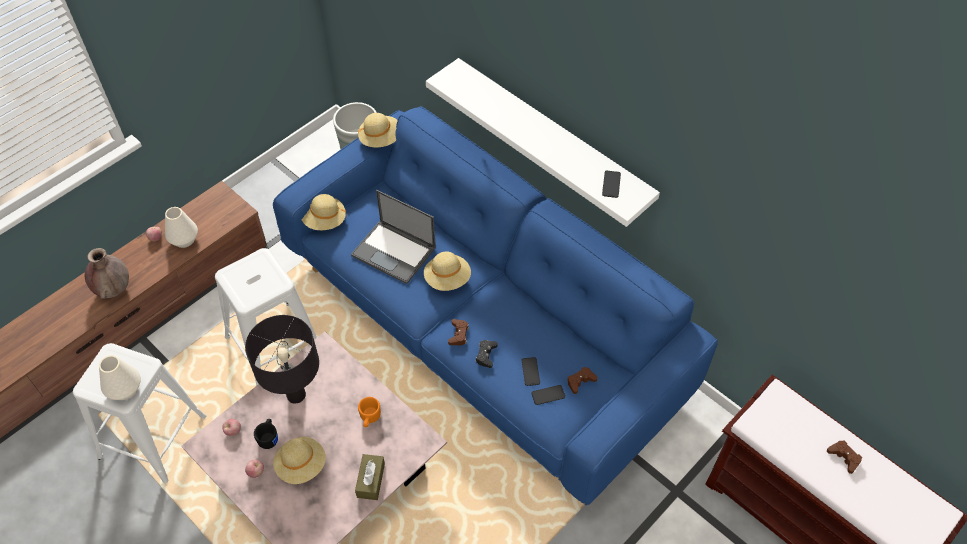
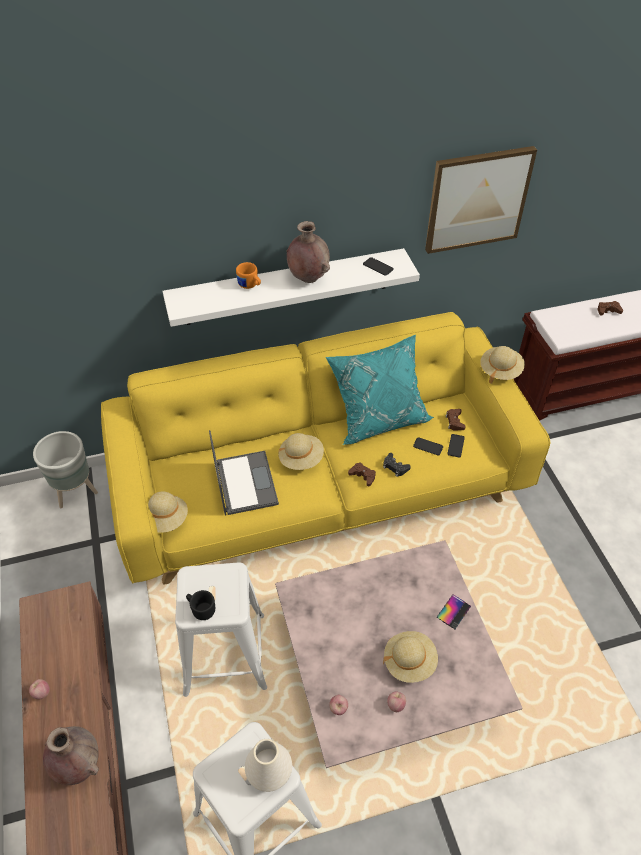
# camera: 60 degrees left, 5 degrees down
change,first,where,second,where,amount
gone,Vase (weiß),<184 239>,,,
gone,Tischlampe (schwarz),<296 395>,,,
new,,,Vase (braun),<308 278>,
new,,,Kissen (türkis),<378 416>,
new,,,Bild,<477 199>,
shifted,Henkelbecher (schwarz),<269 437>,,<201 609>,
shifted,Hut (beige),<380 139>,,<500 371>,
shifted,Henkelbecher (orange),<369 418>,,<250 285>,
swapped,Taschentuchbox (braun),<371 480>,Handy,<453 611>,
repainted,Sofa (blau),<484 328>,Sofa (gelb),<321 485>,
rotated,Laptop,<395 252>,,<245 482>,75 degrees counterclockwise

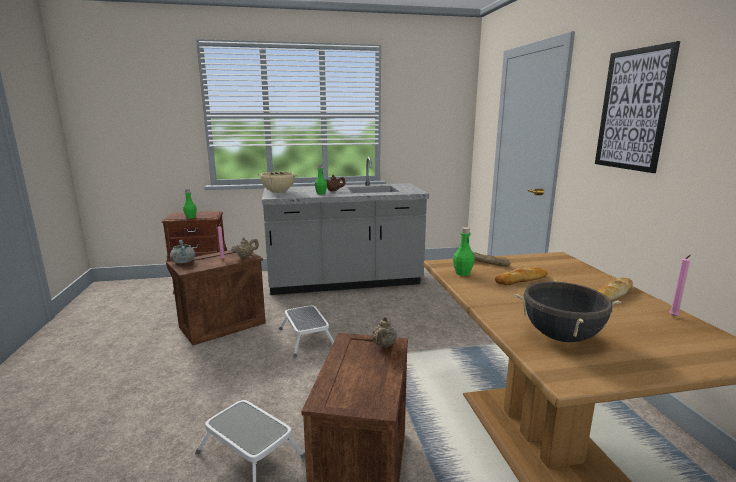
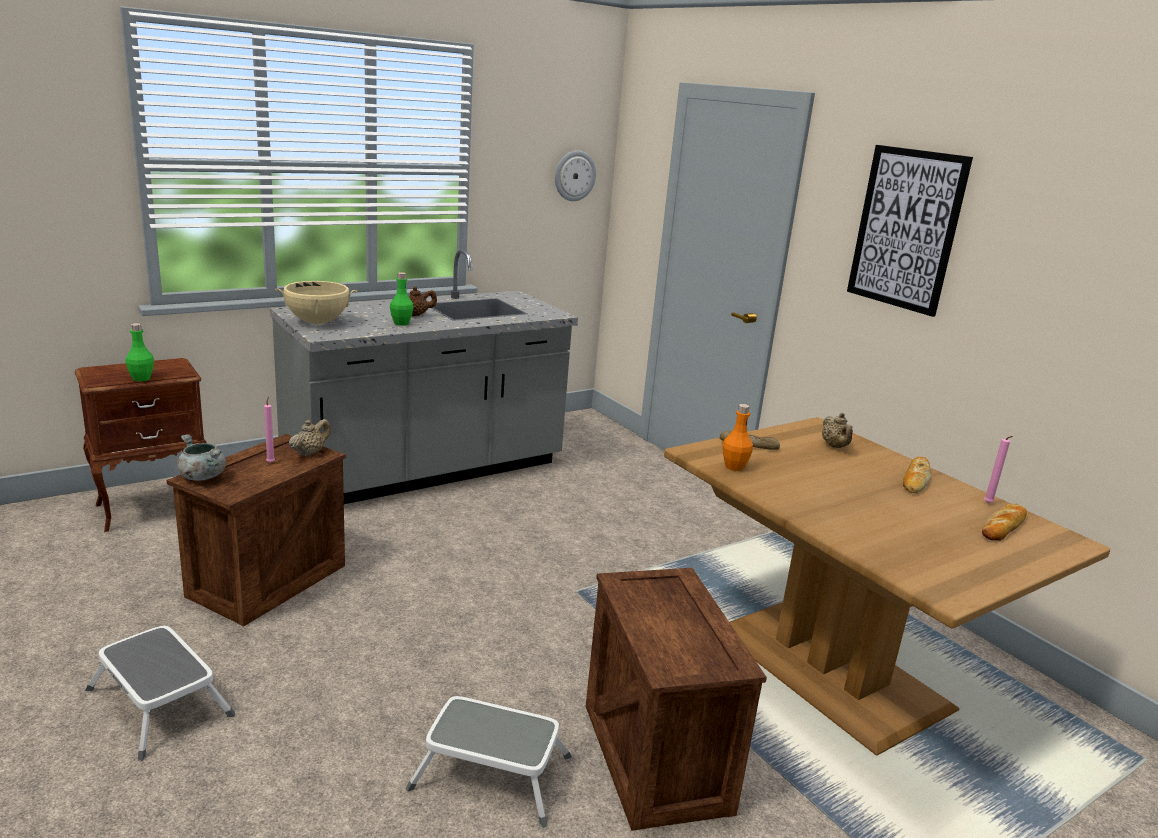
# camera: 25 degrees left, 5 degrees up
change,first,where,second,where,amount
gone,Kochtopf (schwarz),<561 337>,,,
new,,,Wanduhr,<574 175>,
shifted,Trittleiter (grau),<306 338>,,<158 703>,
shifted,Teekanne (beige),<384 345>,,<835 446>,
shifted,Brot,<521 279>,,<1003 526>,
repainted,Flasche (grün),<462 273>,Flasche (orange),<734 467>,

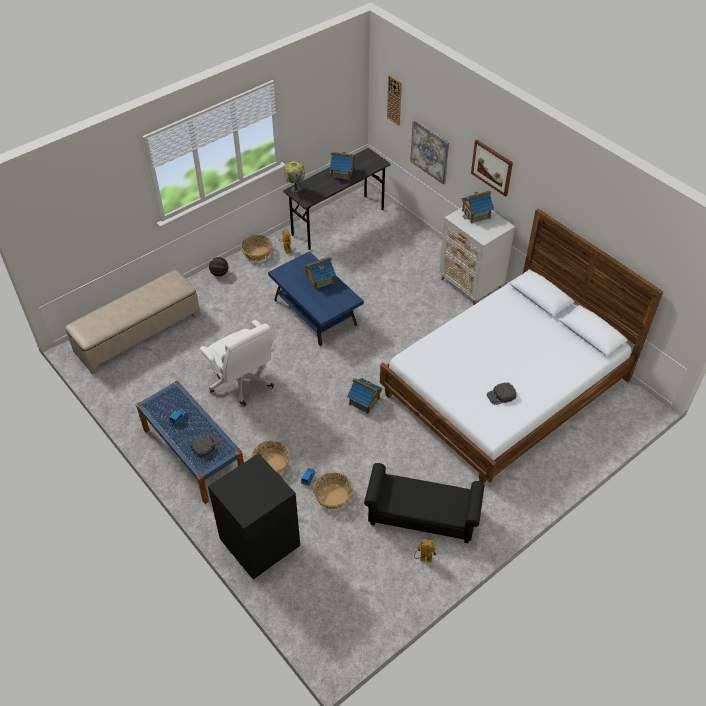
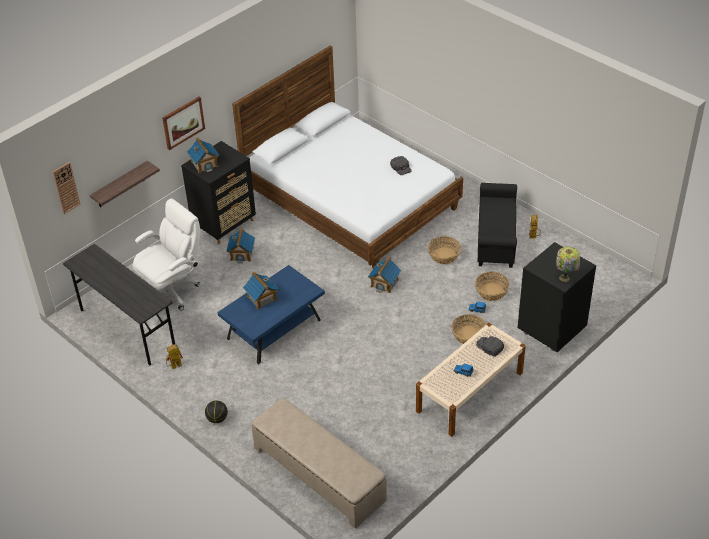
# camera: 95 degrees left, 5 degrees down
change,first,where,second,where,amount
shifted,Bürostuhl (weiß),<243 384>,,<172 290>,
shifted,Korb,<257 253>,,<443 256>,
shifted,Tischlampe,<295 189>,,<565 278>,
shifted,Spielzeughaus,<342 173>,,<242 254>,
swapped,Bild,<430 151>,Wandregal,<120 185>,
repainted,Bank (blau),<193 453>,Bank (beige),<470 392>,
repainted,Kommode (weiß),<471 284>,Kommode (schwarz),<224 223>,

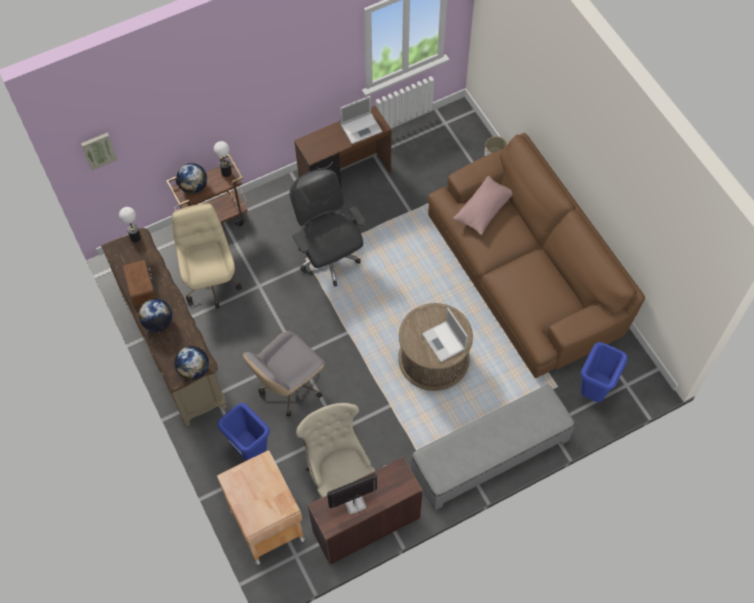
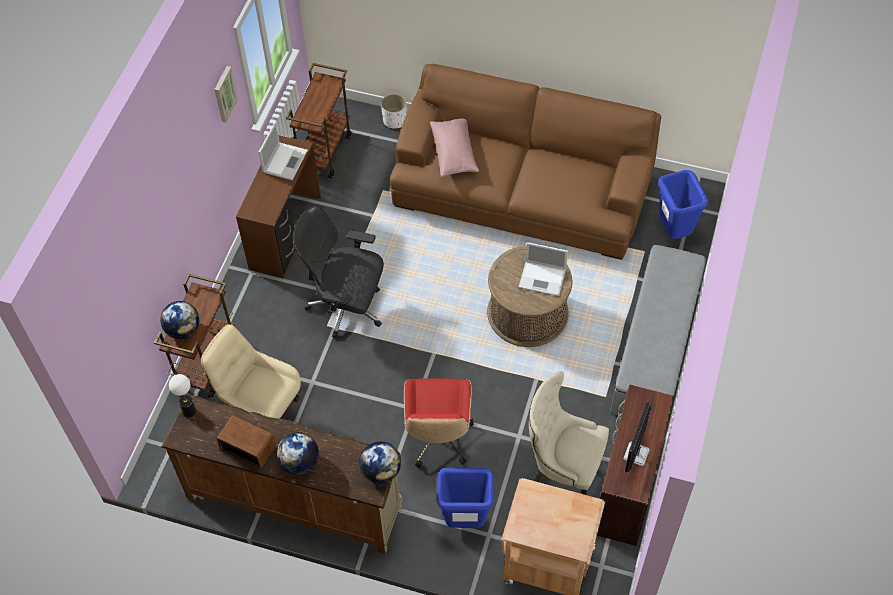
# camera: 45 degrees left, 5 degrees down
change,first,where,second,where,amount
gone,Tischlampe,<226 172>,,,
new,,,Rollwagen (braun),<325 151>,
shifted,Bild,<98 150>,,<224 94>,
repainted,Bürostuhl (grau),<289 388>,Bürostuhl (rot),<438 440>,

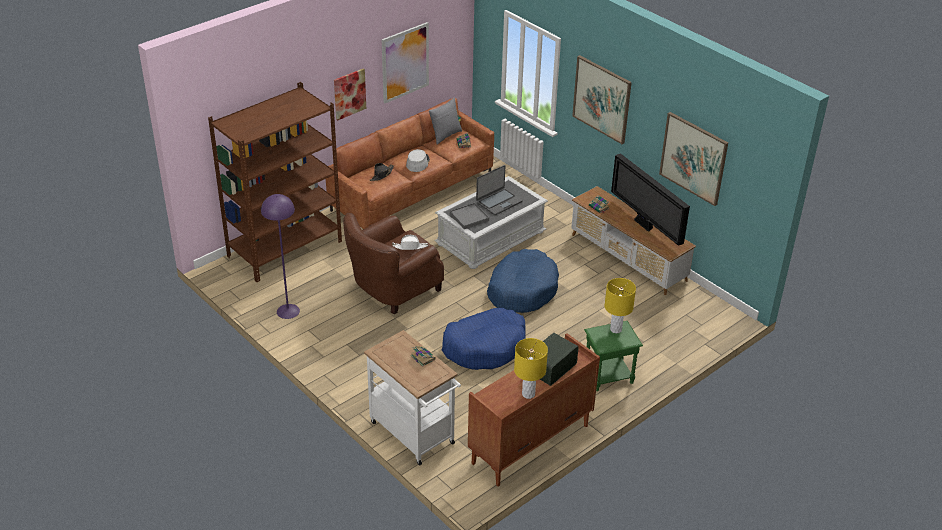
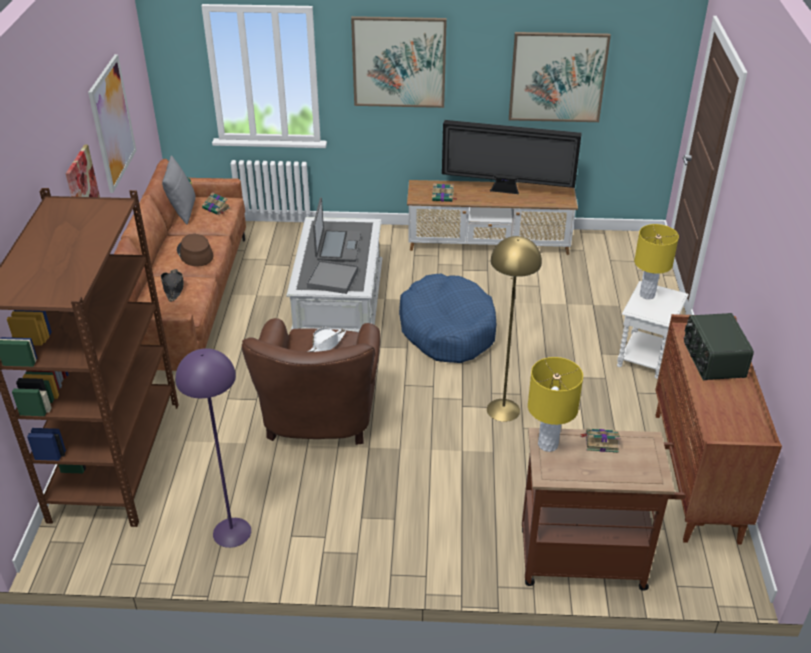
# camera: 45 degrees left, 0 degrees up
change,first,where,second,where,amount
shifted,Tischlampe (gelb),<528 394>,,<548 444>,
swapped,Hundebett (blau),<485 347>,Stehlampe (gelb),<503 410>,
repainted,Rollwagen (weiß),<414 434>,Rollwagen (braun),<586 560>,
repainted,Hut (grau),<417 163>,Hut (braun),<194 253>,
repainted,Beistelltisch (grün),<608 375>,Beistelltisch (weiß),<643 356>,

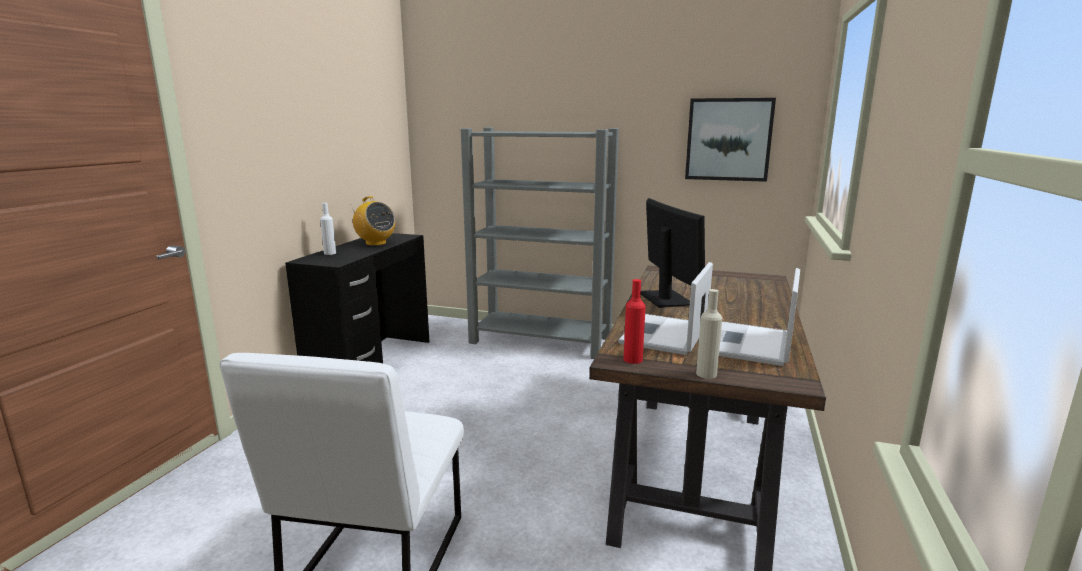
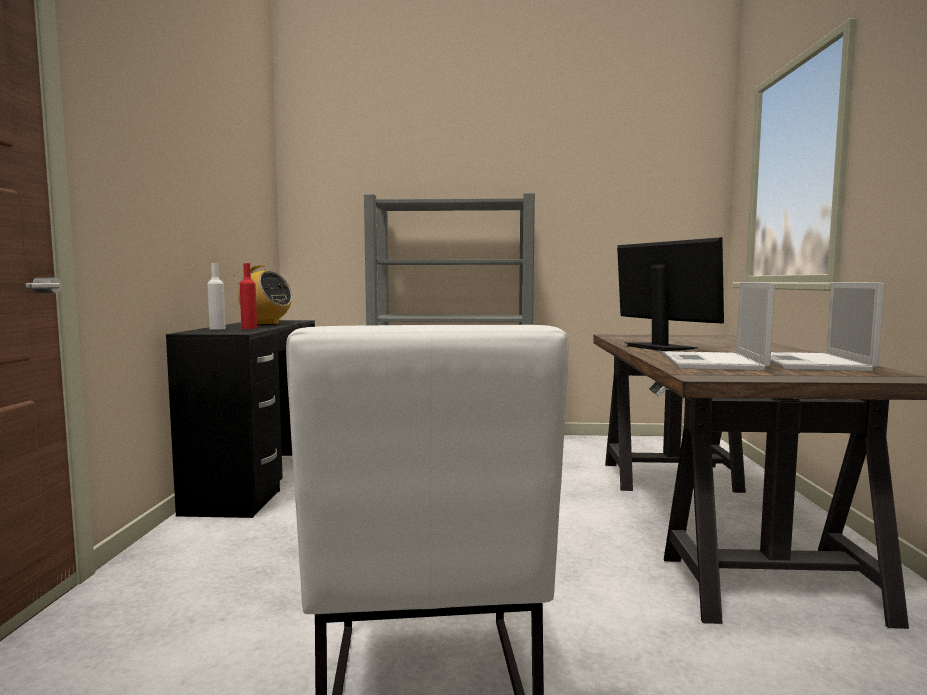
# camera: 15 degrees left, 10 degrees down
change,first,where,second,where,amount
gone,Bild,<728 139>,,,
gone,Flasche (beige),<706 374>,,,
shifted,Flasche (rot),<633 359>,,<249 328>,

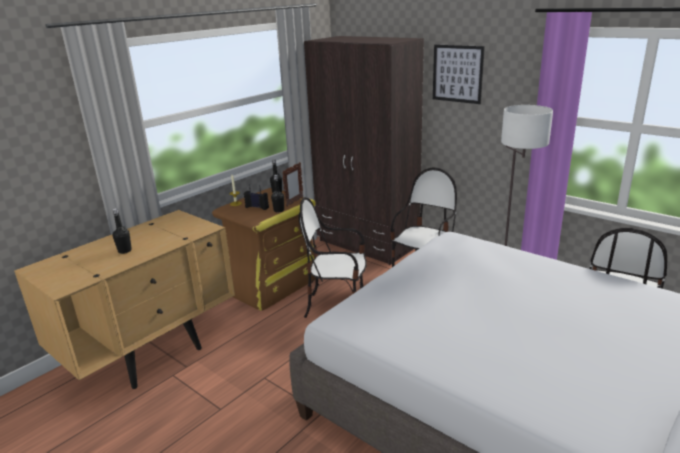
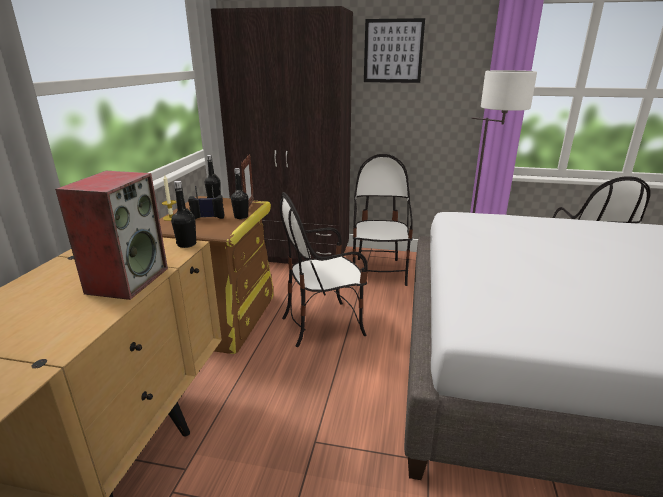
# camera: 30 degrees left, 0 degrees up
change,first,where,second,where,amount
new,,,Lautsprecher,<127 280>,
shifted,Flasche (schwarz),<125 251>,,<187 244>,

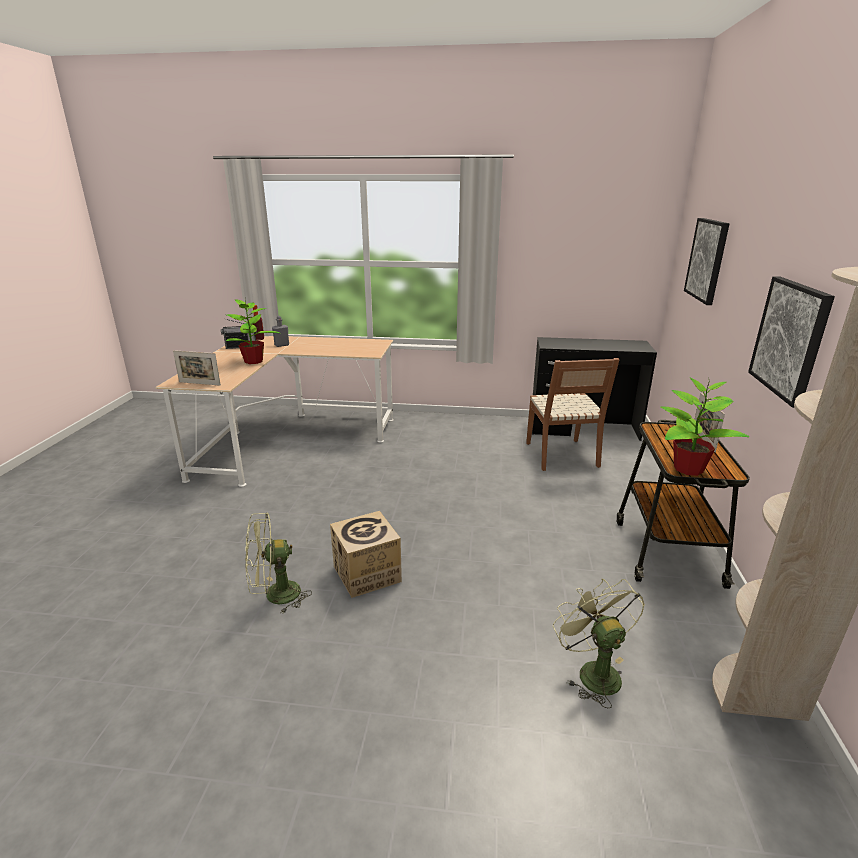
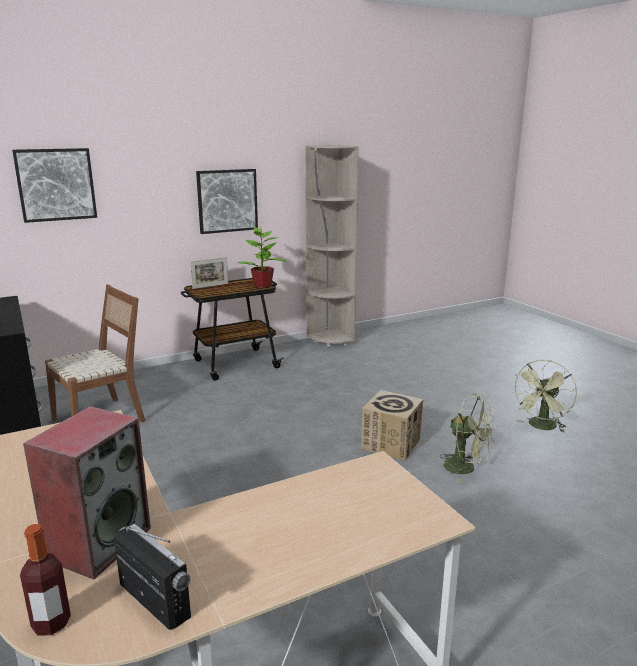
# camera: 125 degrees left, 5 degrees down
change,first,where,second,where,amount
gone,Bilderrahmen,<199 383>,,,
gone,Topfpflanze,<254 361>,,,
shifted,Ventilator (grün),<593 671>,,<541 427>,
swapped,Flasche (grau),<282 345>,Lautsprecher,<99 542>,

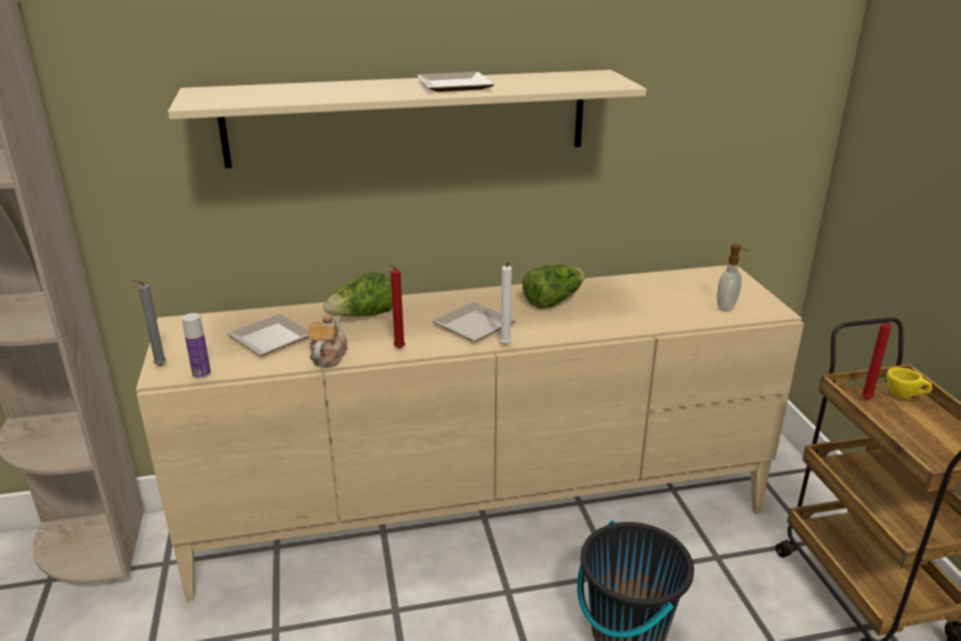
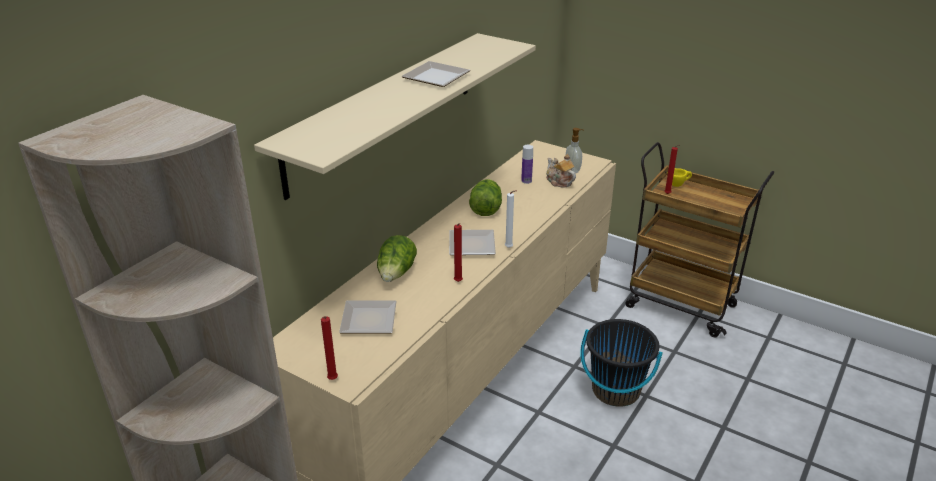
# camera: 45 degrees left, 5 degrees up
change,first,where,second,where,amount
shifted,Flasche,<201 373>,,<526 181>,
shifted,Teekanne,<328 356>,,<559 182>,
repainted,Kerze (grau),<158 366>,Kerze (rot),<332 380>,

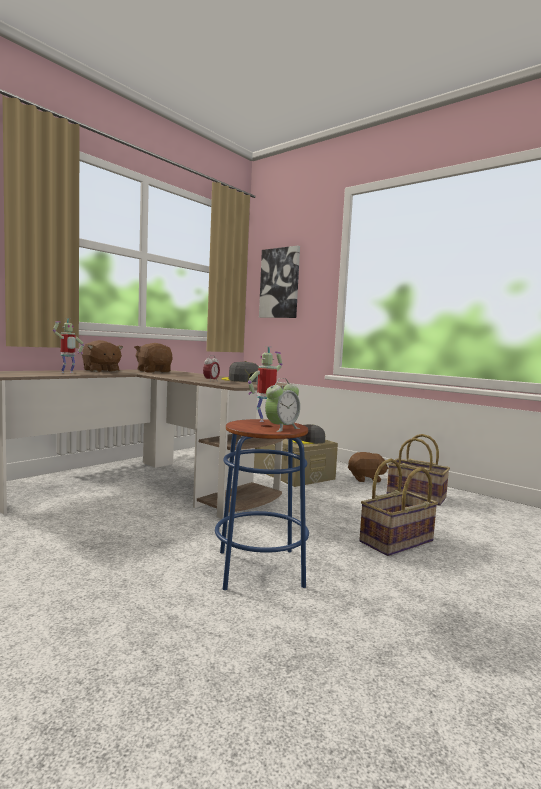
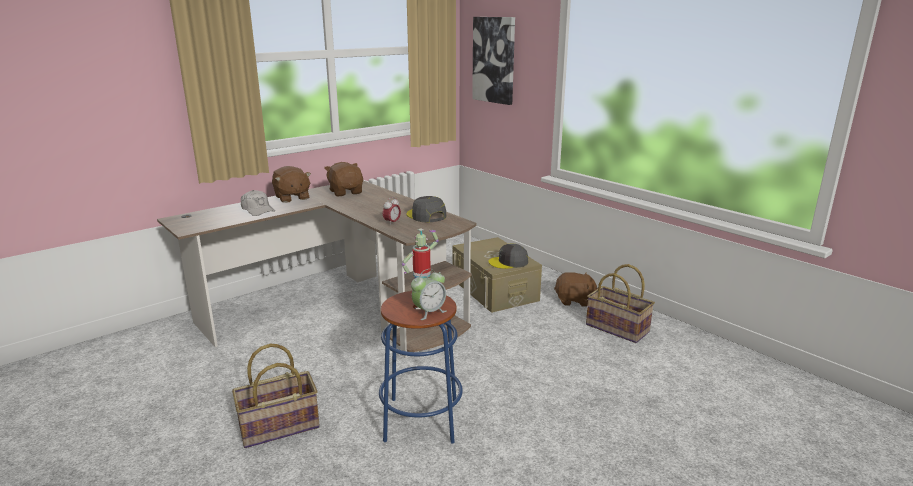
# camera: 10 degrees right, 15 degrees up
change,first,where,second,where,amount
shifted,Korb,<397 542>,,<279 427>,
swapped,Spielzeugroboter,<67 373>,Kappe (weiß),<257 210>,

